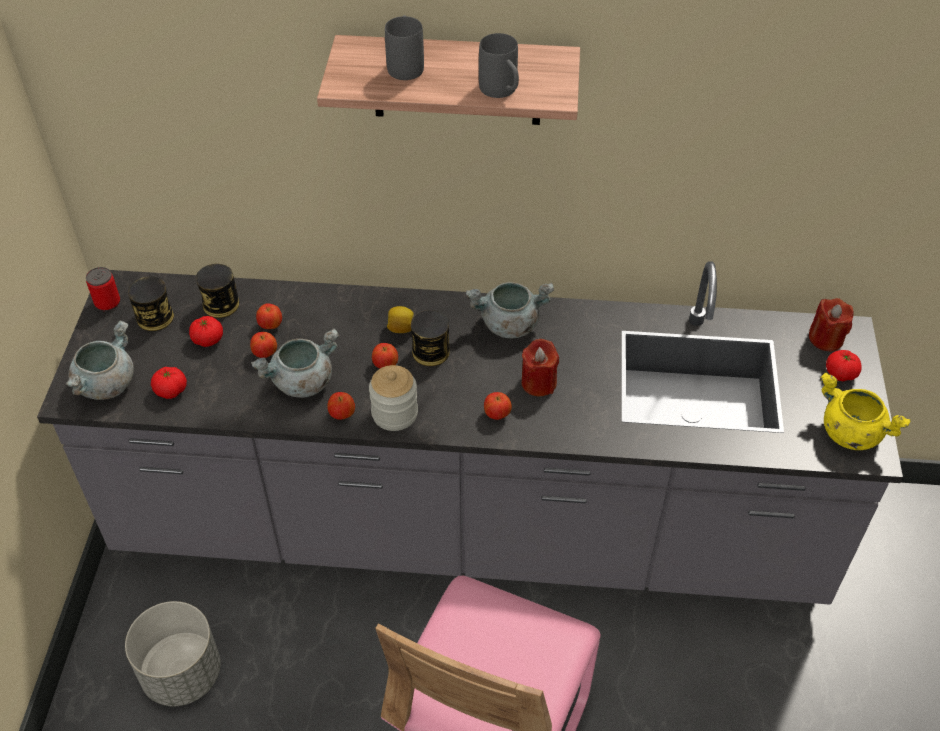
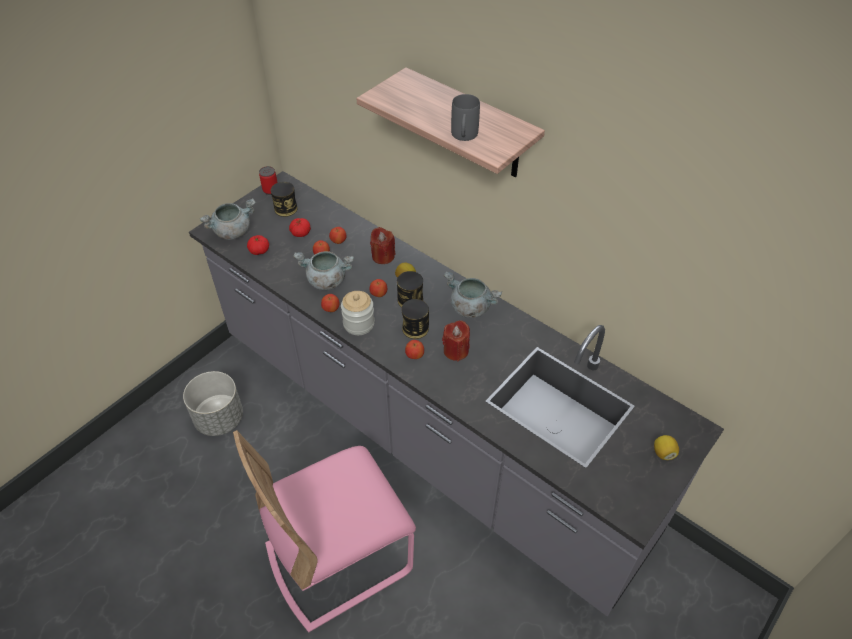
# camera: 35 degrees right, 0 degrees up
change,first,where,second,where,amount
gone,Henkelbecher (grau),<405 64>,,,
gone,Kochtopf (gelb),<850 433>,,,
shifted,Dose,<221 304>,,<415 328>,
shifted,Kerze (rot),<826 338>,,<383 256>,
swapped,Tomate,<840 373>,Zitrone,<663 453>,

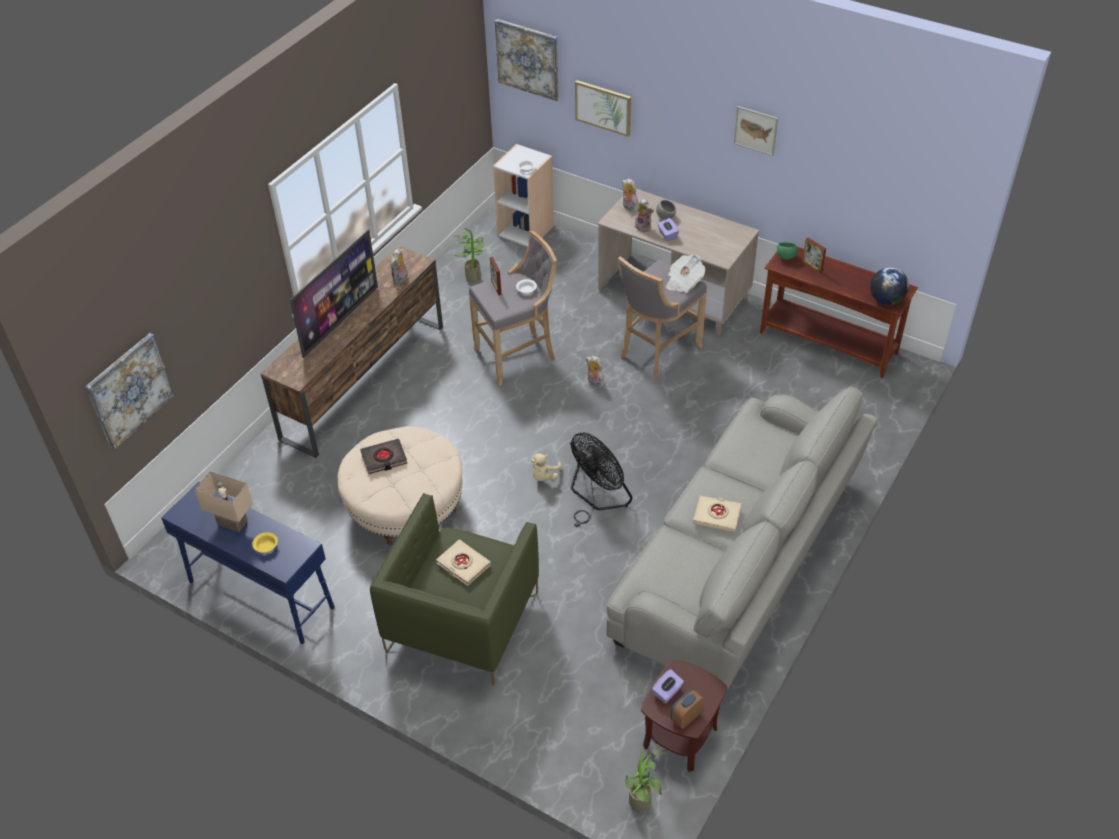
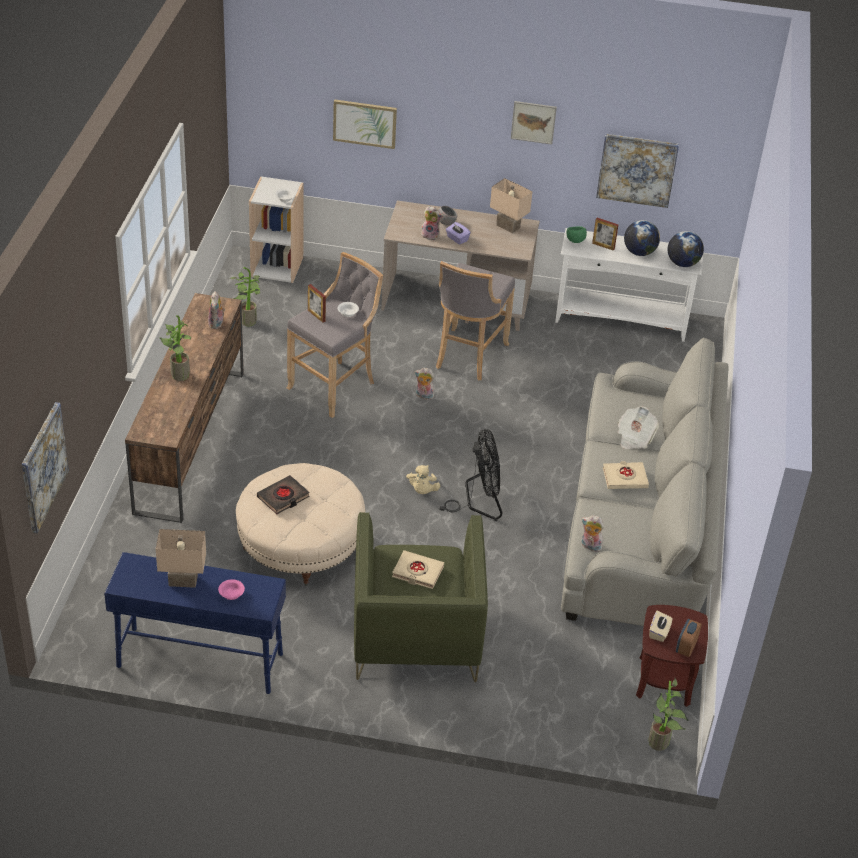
# camera: 25 degrees left, 5 degrees down
change,first,where,second,where,amount
new,,,Tischlampe (beige),<509 226>,
new,,,Globus,<639 252>,
shifted,Bild,<528 59>,,<637 170>,
shifted,Plüschtier,<628 207>,,<590 546>,
shifted,Zeitung,<683 282>,,<634 437>,
swapped,Fernseher,<339 321>,Topfpflanze,<177 374>,
repainted,Schüssel (gelb),<267 546>,Schüssel (rosa),<232 593>,
repainted,Taschentuchbox (lila),<667 692>,Taschentuchbox (beige),<659 632>,
repainted,Konsolentisch (braun),<829 342>,Konsolentisch (weiß),<621 319>,
rotated,Ventilator (schwarz),<593 496>,,<478 497>,60 degrees clockwise

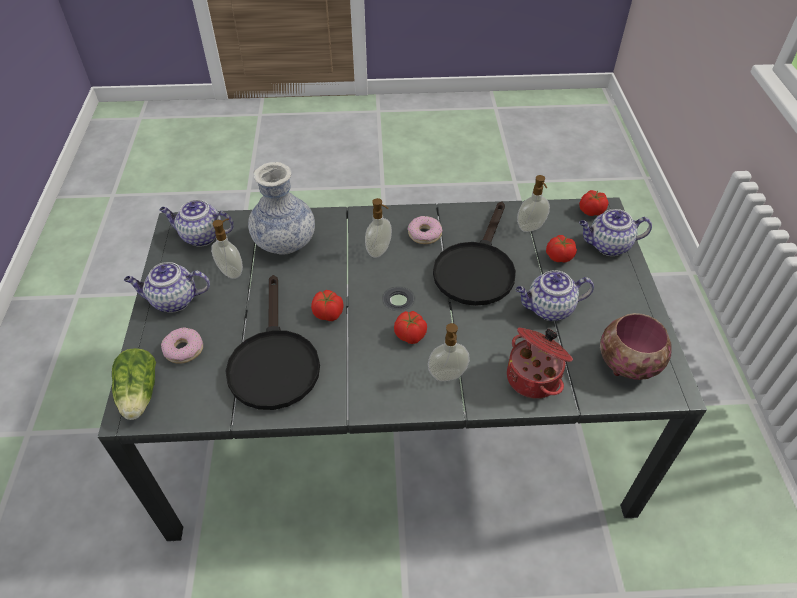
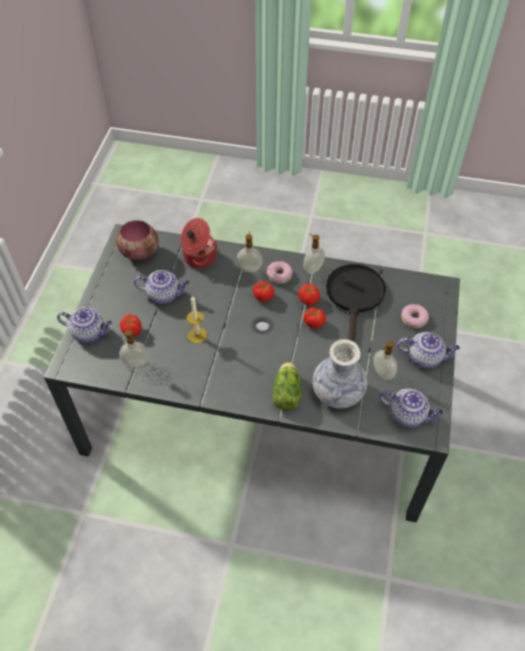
# camera: 165 degrees left, 5 degrees up
change,first,where,second,where,amount
shifted,Salatkopf,<139 396>,,<287 391>,
shifted,Seifenspender,<379 251>,,<312 269>,
shifted,Donut,<424 234>,,<279 275>,
shifted,Tomate,<591 211>,,<308 300>,
swapped,Pfanne (schwarz),<476 269>,Kerze,<197 335>,

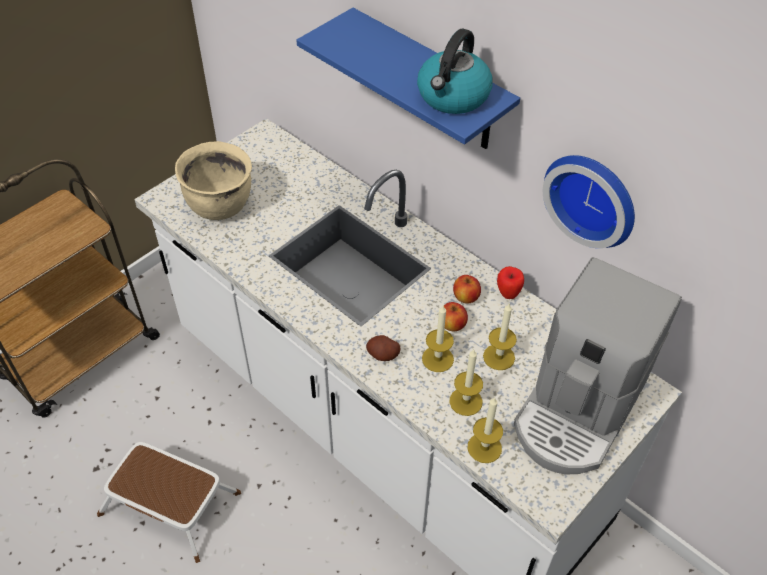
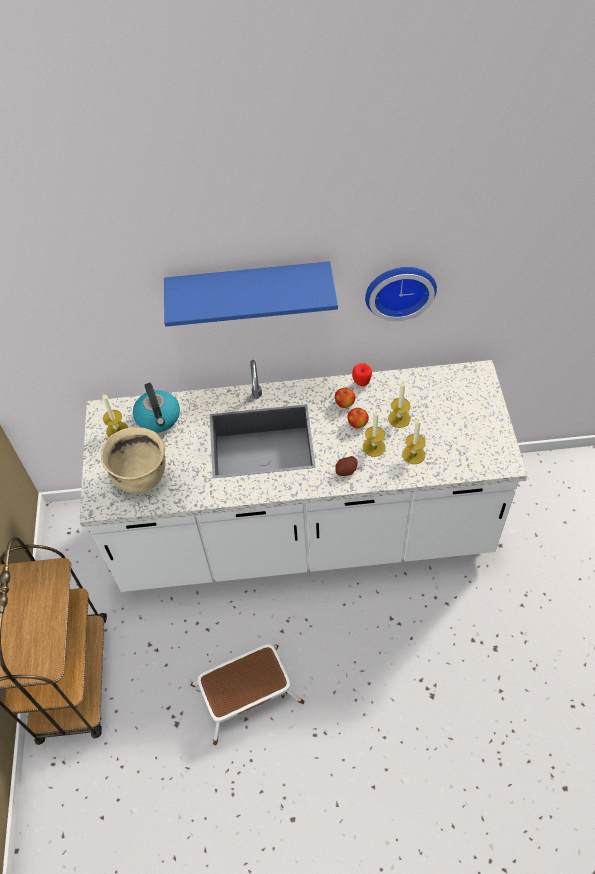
# camera: 45 degrees left, 5 degrees up
change,first,where,second,where,amount
gone,Kaffeemaschine,<578 410>,,,
shifted,Wasserkessel,<453 97>,,<158 418>,
shifted,Kerze,<484 447>,,<117 430>,

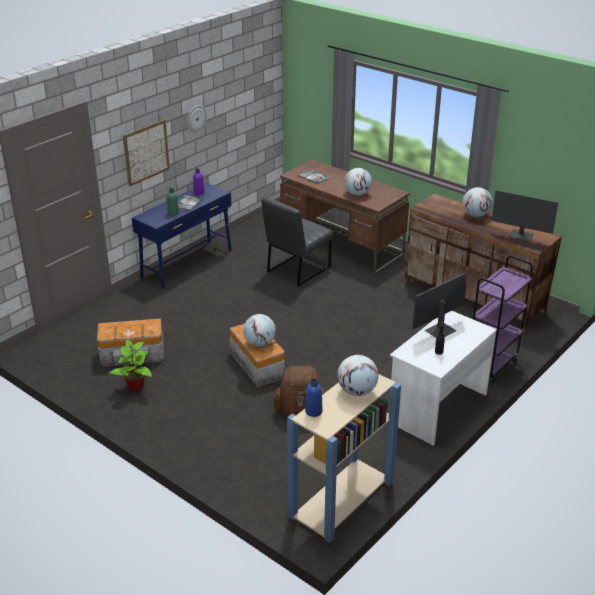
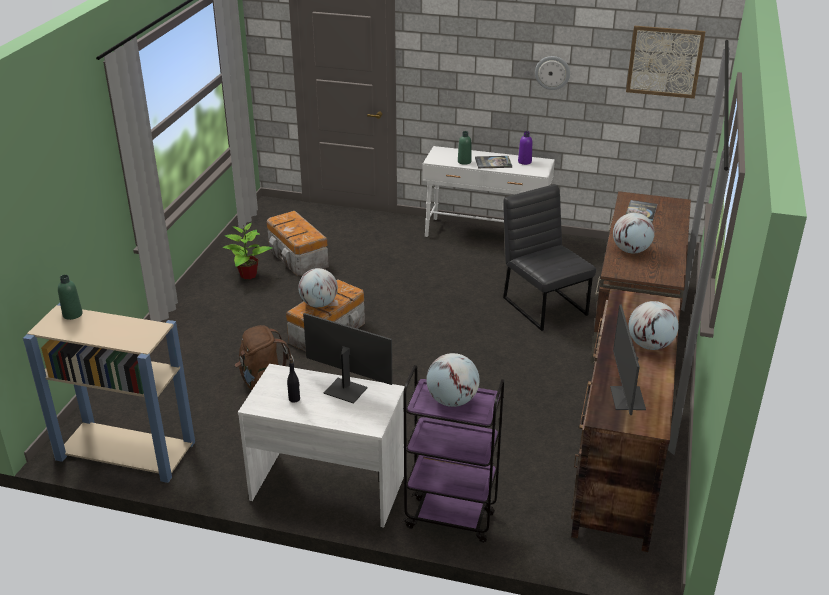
# camera: 65 degrees right, 0 degrees up
change,first,where,second,where,amount
shifted,Bild,<146 151>,,<664 61>,
shifted,Globus,<357 391>,,<452 400>,
repainted,Konsolentisch (blau),<187 264>,Konsolentisch (weiß),<485 235>,
repainted,Flasche (blau),<313 411>,Flasche (grün),<72 314>,
rotated,Stuhl (grau),<297 269>,,<544 304>,45 degrees clockwise

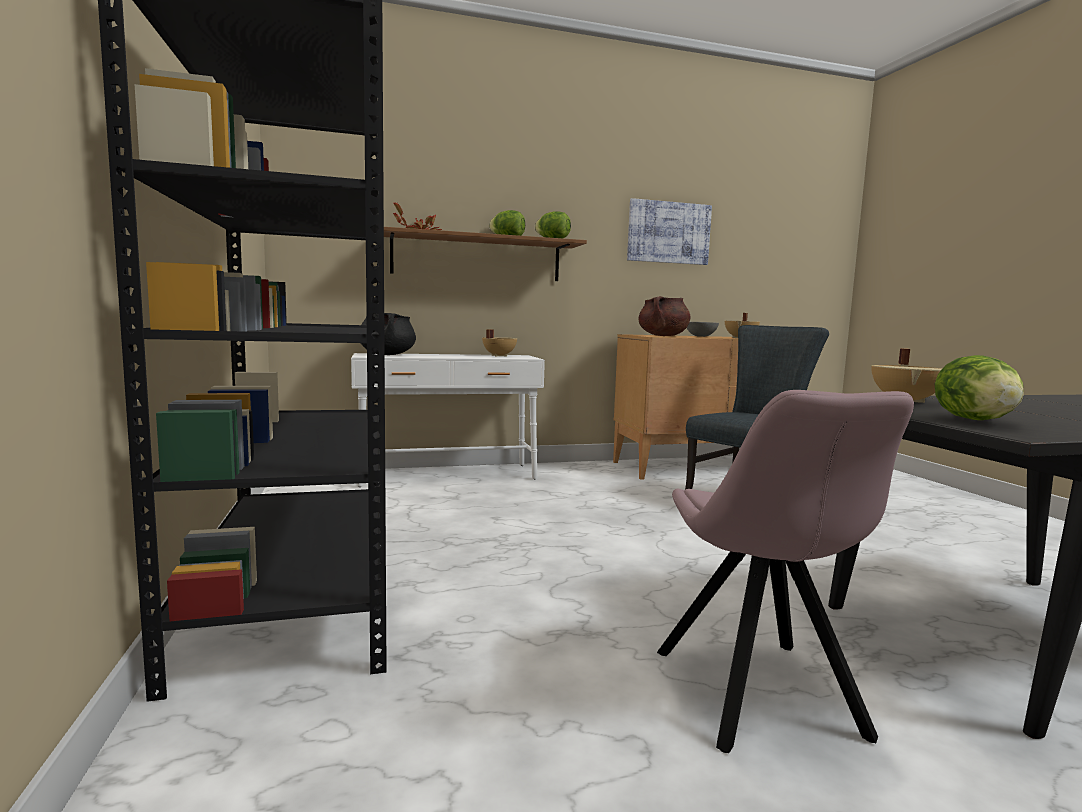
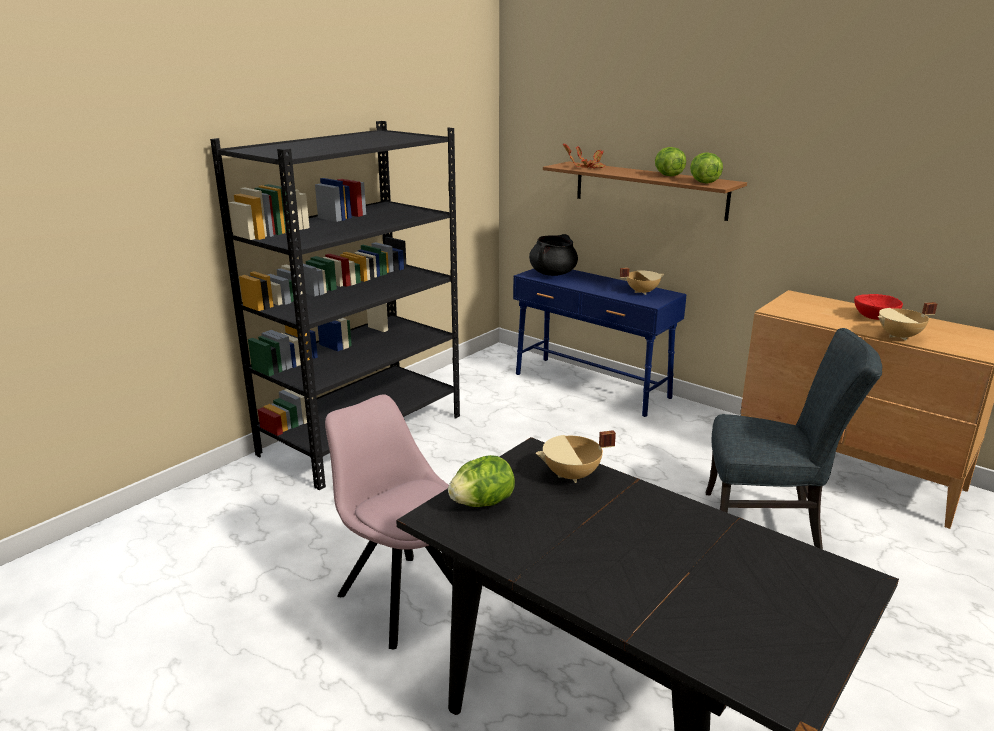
# camera: 55 degrees right, 15 degrees up
change,first,where,second,where,amount
gone,Bild,<668 232>,,,
gone,Kochtopf (braun),<663 336>,,,
repainted,Konsolentisch (weiß),<447 476>,Konsolentisch (blau),<590 386>,
repainted,Schüssel (grau),<700 336>,Schüssel (rot),<874 318>,
rotated,Stuhl (rosa),<758 693>,,<402 598>,90 degrees clockwise

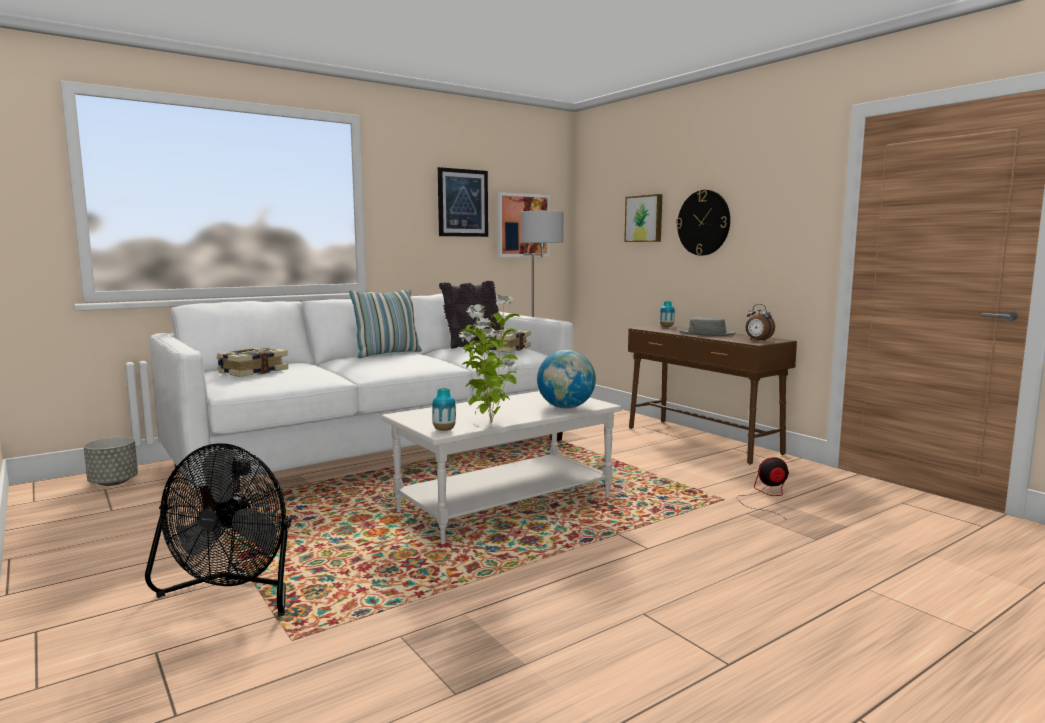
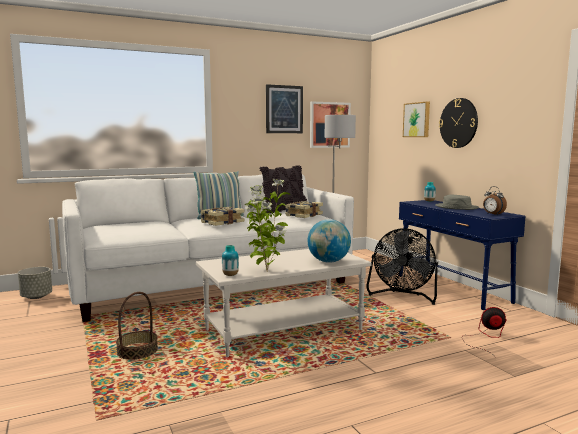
# camera: 10 degrees right, 0 degrees up
change,first,where,second,where,amount
new,,,Korb,<137 351>,
shifted,Ventilator (schwarz),<234 591>,,<401 295>,
shifted,Buch,<252 372>,,<222 222>,
repainted,Konsolentisch (braun),<701 440>,Konsolentisch (blau),<451 289>,

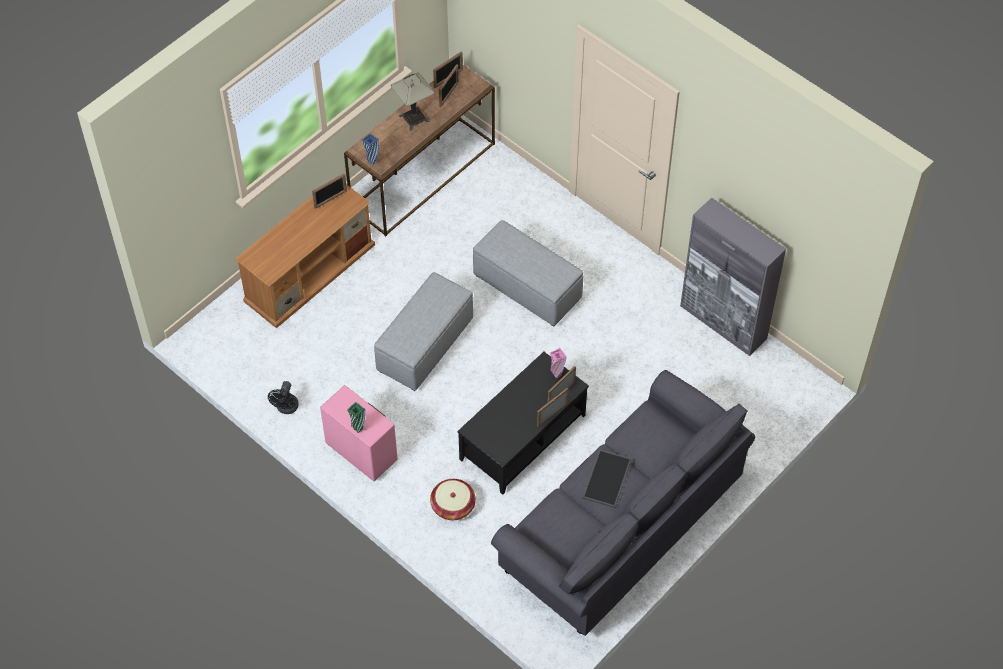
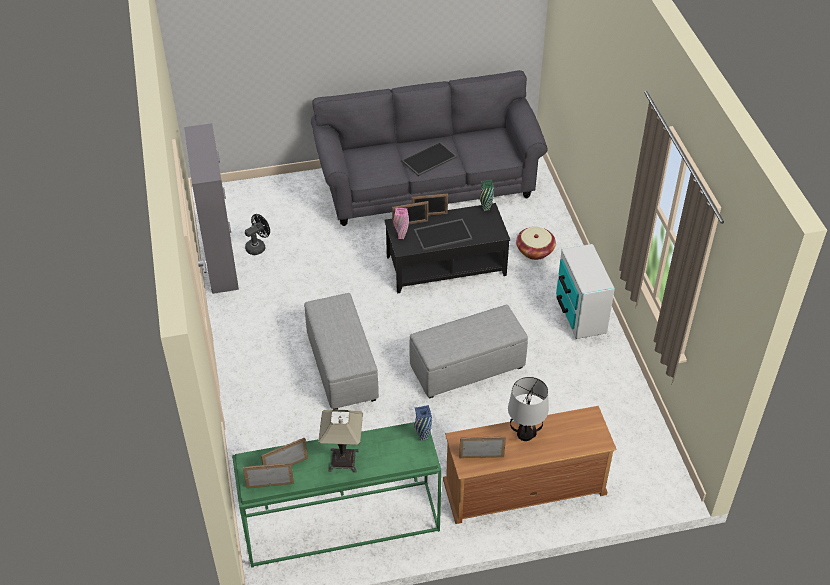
# camera: 145 degrees left, 10 degrees down
change,first,where,second,where,amount
new,,,Tablett,<443 234>,
new,,,Tischlampe,<525 434>,
shifted,Ventilator (schwarz),<286 408>,,<258 246>,
shifted,Vase (grün),<358 429>,,<485 209>,
repainted,Nachttisch (rosa),<362 452>,Nachttisch (weiß),<579 317>,
repainted,Konsolentisch (braun),<423 175>,Konsolentisch (grün),<340 525>,

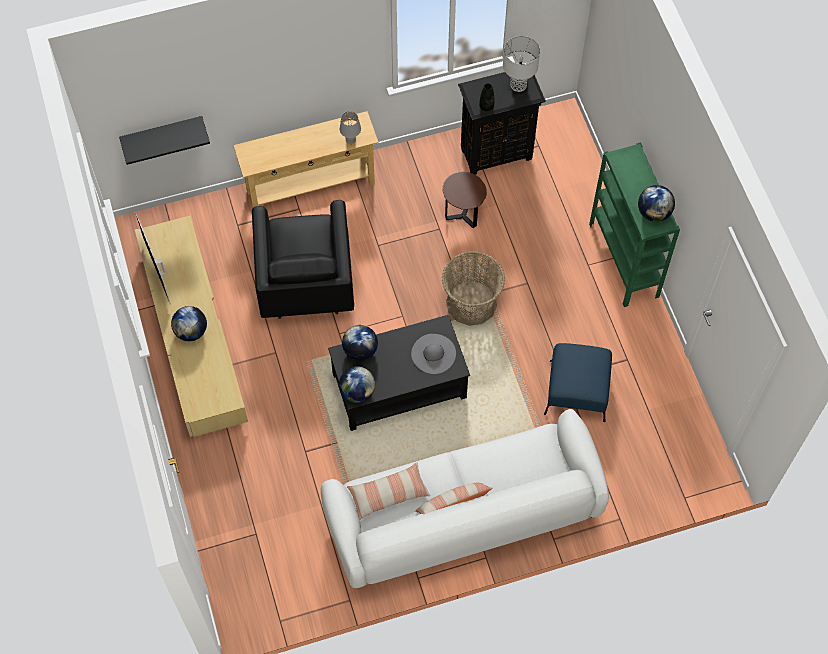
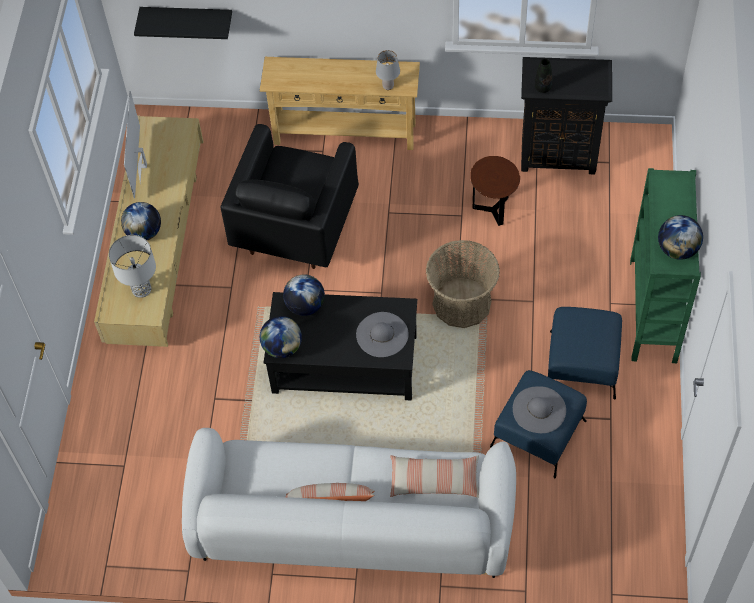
# camera: 25 degrees right, 5 degrees down
change,first,where,second,where,amount
new,,,Hut (grau),<539 410>,
new,,,Polsterhocker (blau),<581 365>,
shifted,Kissen,<388 494>,,<434 480>,
shifted,Tischlampe (weiß),<518 85>,,<141 289>,

